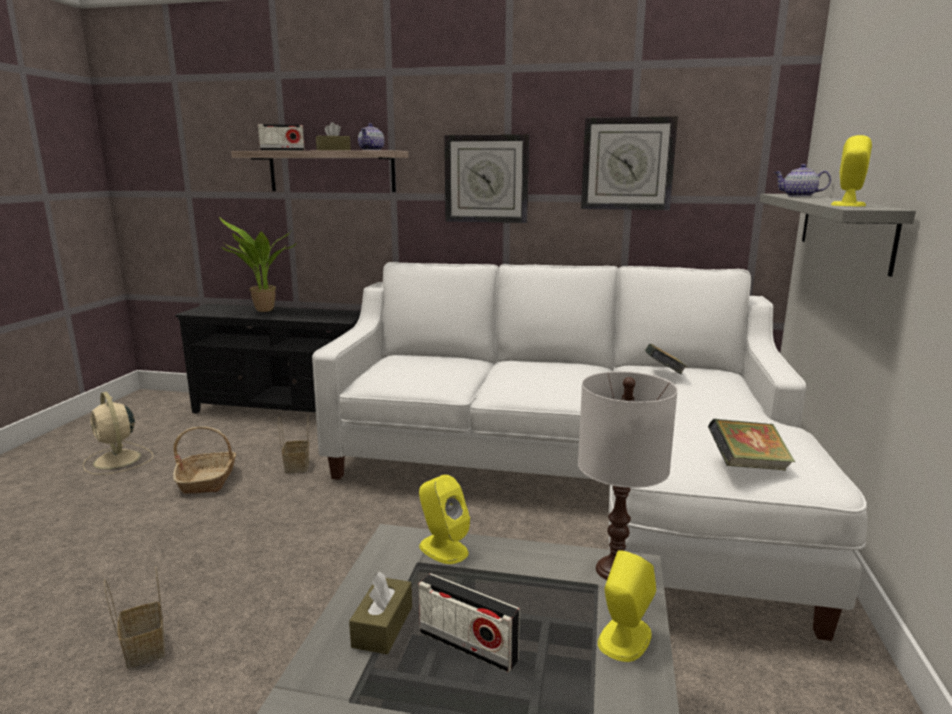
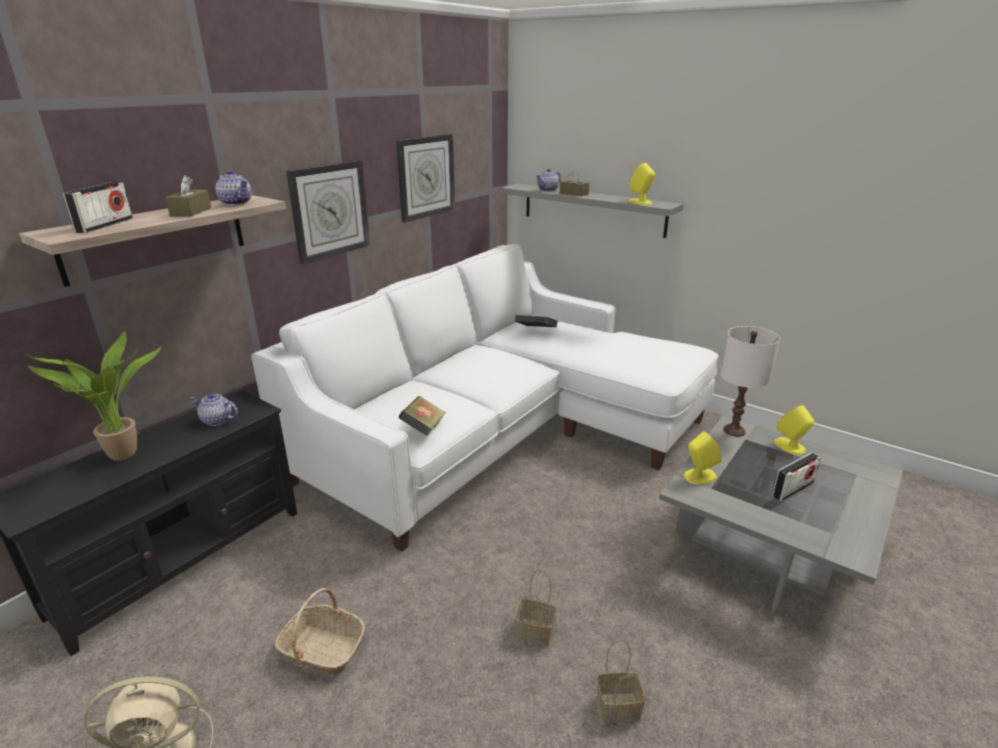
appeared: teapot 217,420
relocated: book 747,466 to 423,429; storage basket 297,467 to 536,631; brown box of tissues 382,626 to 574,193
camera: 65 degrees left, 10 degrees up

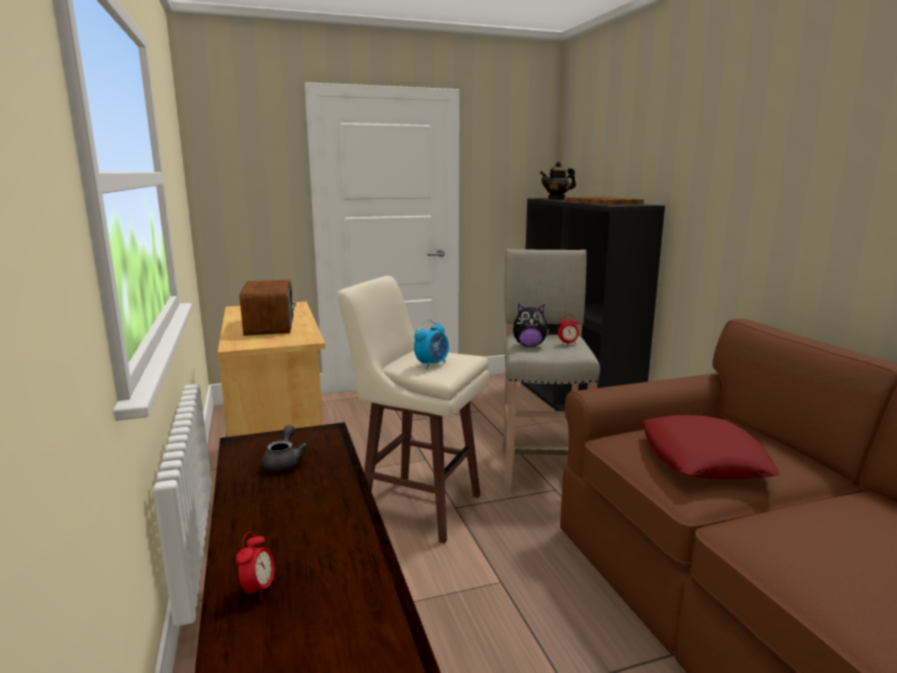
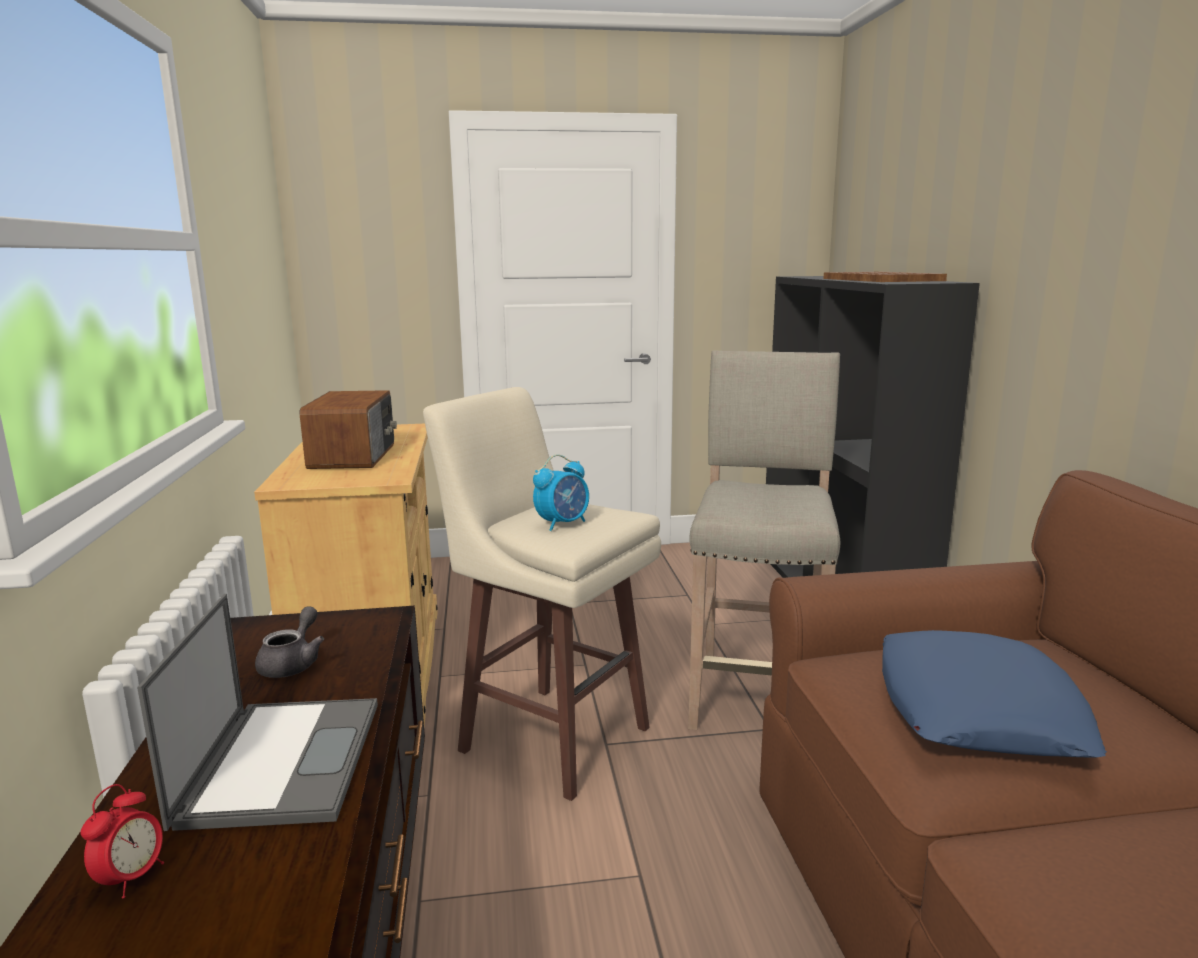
missing: soft toy 529,345; teapot 557,198; alarm clock 568,343
appeared: notebook computer 282,759
colour: red throw pillow 703,458 to blue-coloured throw pillow 977,710
camera: 10 degrees right, 0 degrees up

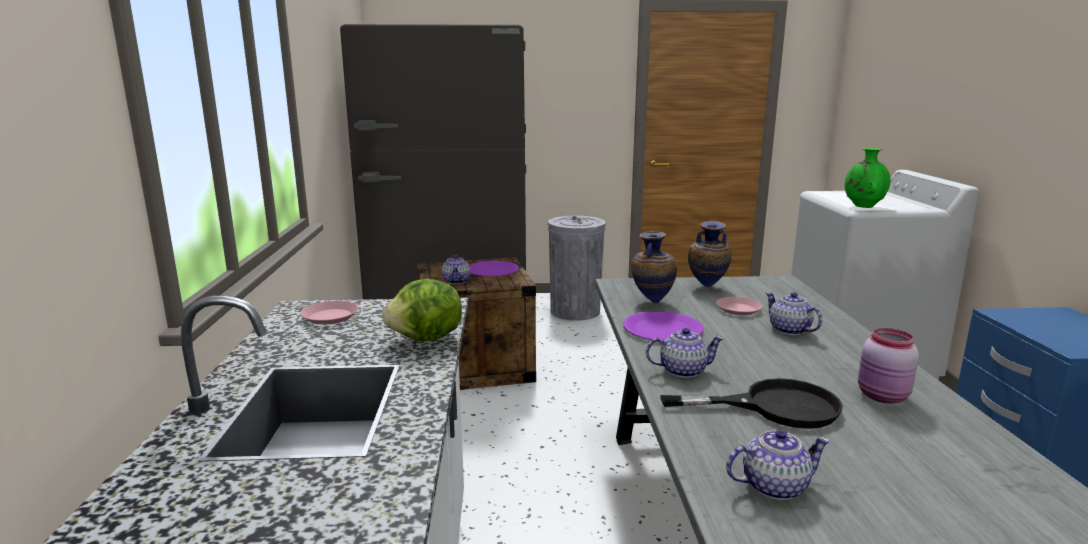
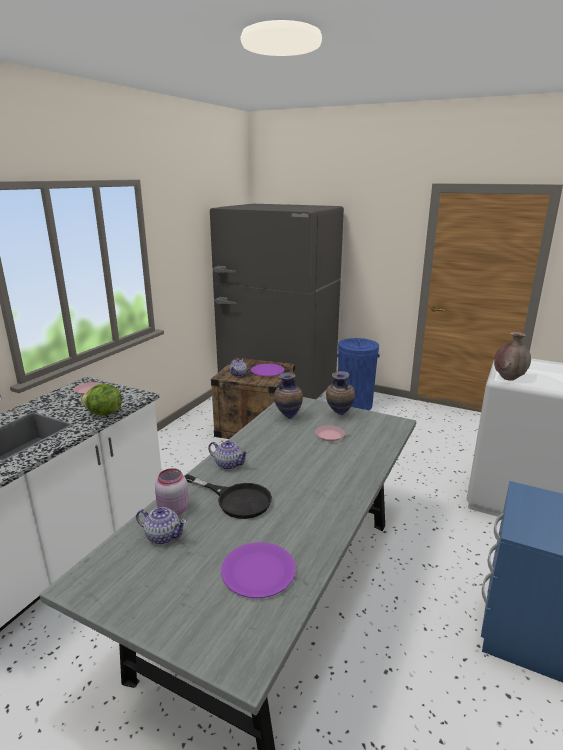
missing: teapot 789,330
relocated: pink-coloured jar 883,396 to 172,510; purple flat dish 662,329 to 258,571
colour: greyish waste bin 575,311 to blue-coloured waste bin 354,405; green-coloured vase 863,206 to brown vase 508,378
camera: 30 degrees right, 5 degrees up

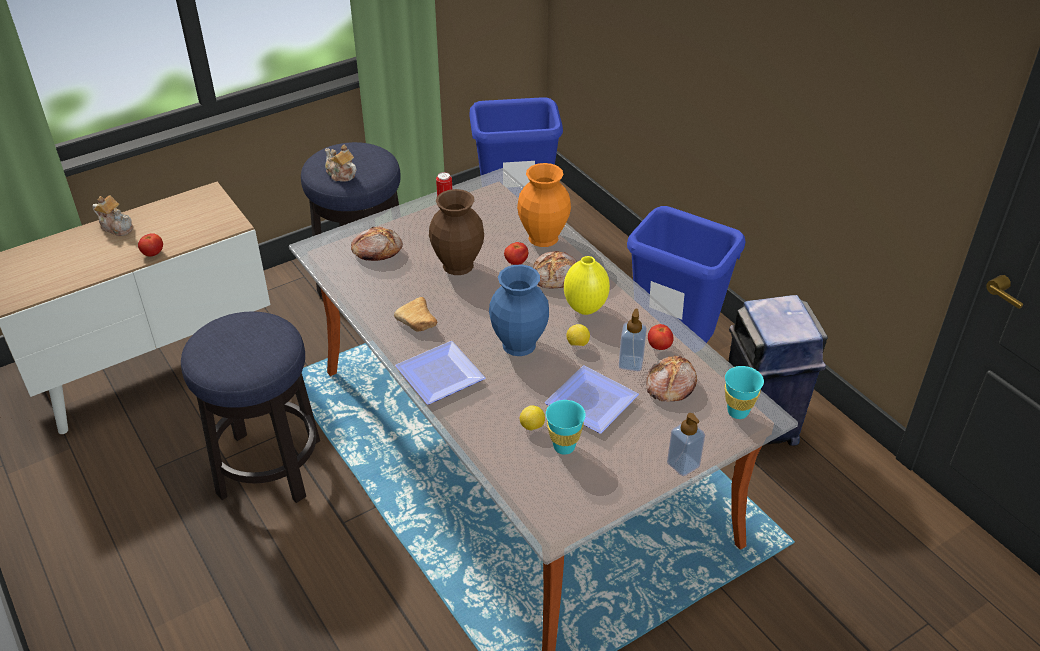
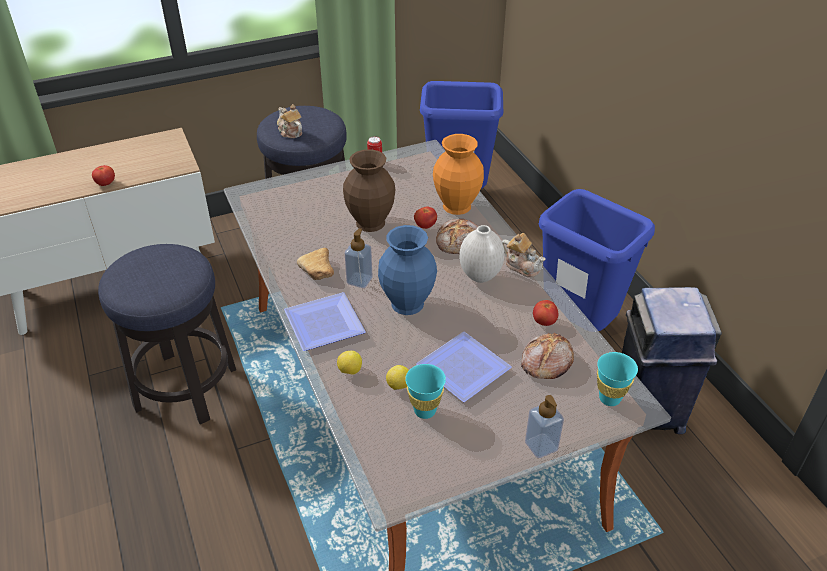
missing: bakery bread 376,250
relocated: lemon 577,344 to 350,371; soap bottle 630,363 to 359,280; teapot 116,227 to 522,266
colour: yellowish vase 586,308 to white vase 481,276
camera: 10 degrees right, 0 degrees up

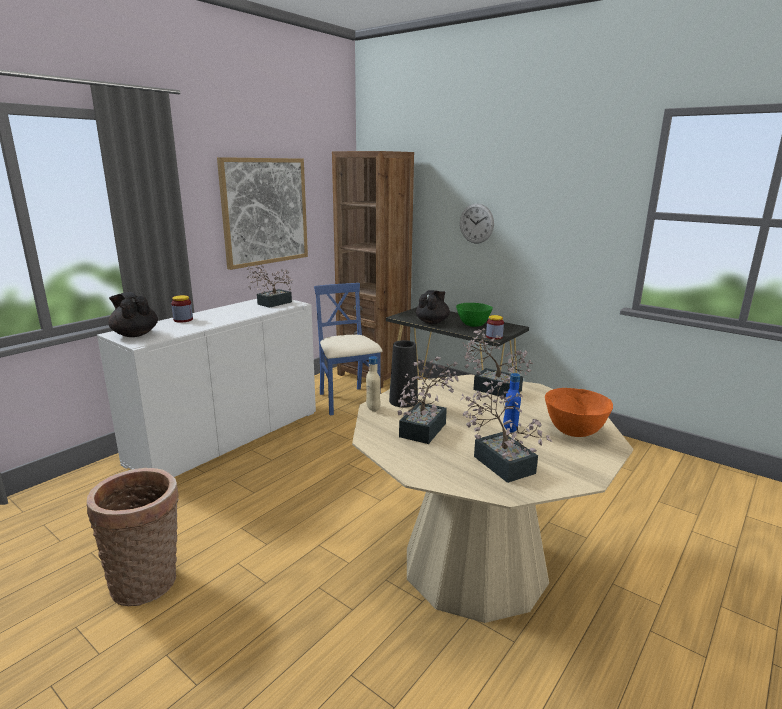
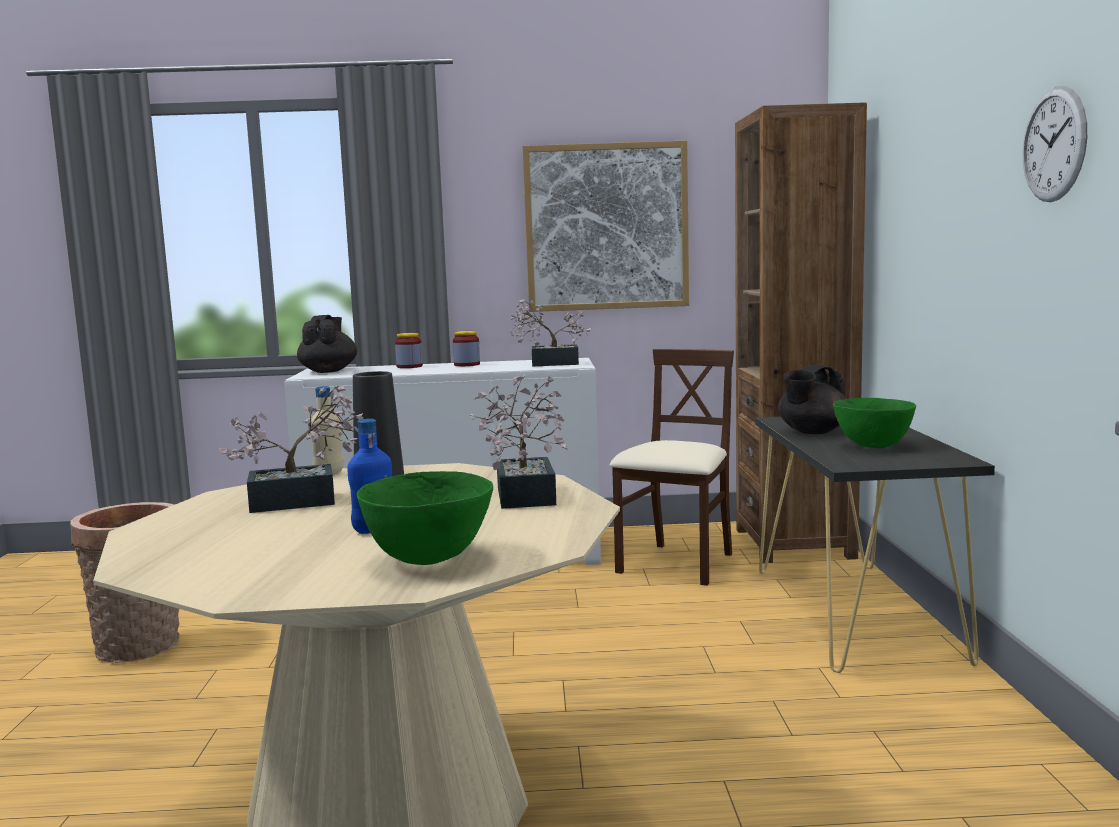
missing: plant in a pot 499,461
relocated: jar 494,337 to 467,364; clock on the wall 476,223 to 1054,144
colour: orangey deep dish 574,432 to green-coloured deep dish 428,559; blue-coloured plain chair 348,401 to beige-coloured plain chair 677,564
spun: black teapot 432,322 = 812,432 150 degrees clockwise
camera: 50 degrees right, 10 degrees down

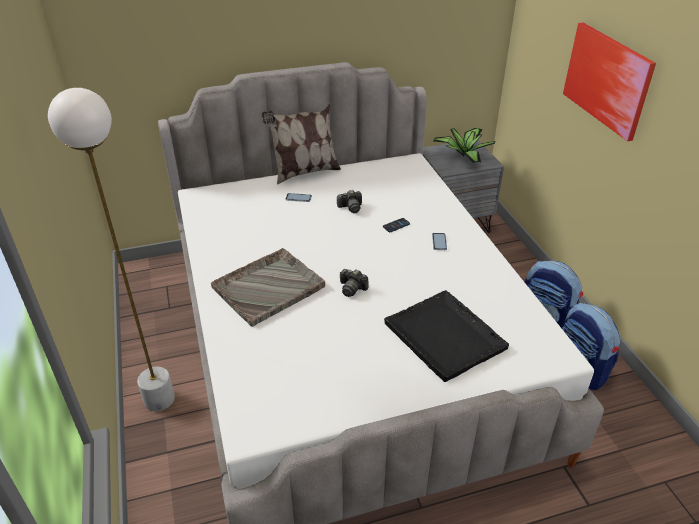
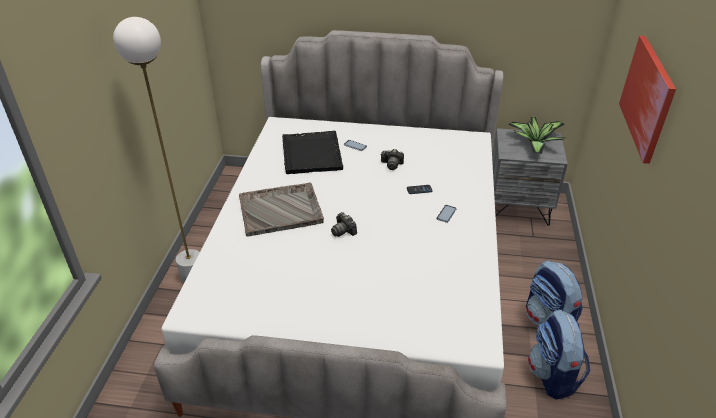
missing: throw pillow 304,172
relocated: black tray 445,336 to 311,154
camera: 25 degrees right, 0 degrees up

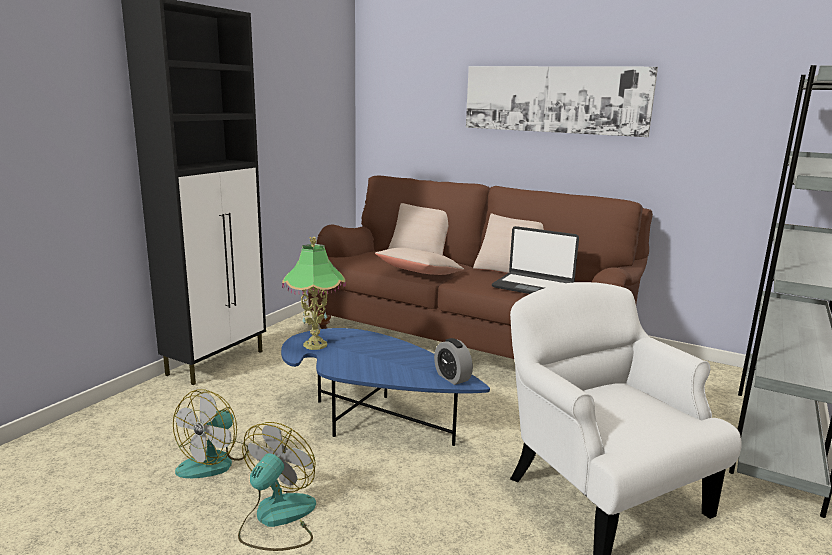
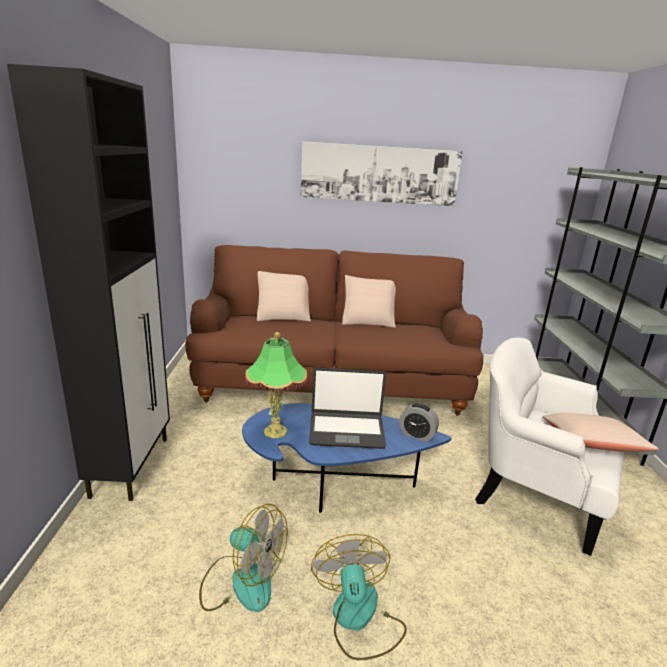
relocated: notebook computer 533,286 to 346,431; beige-coloured throw pillow 419,274 to 591,445
spun: electric fan 214,460 = 242,581 60 degrees counterclockwise
camera: 30 degrees left, 5 degrees up

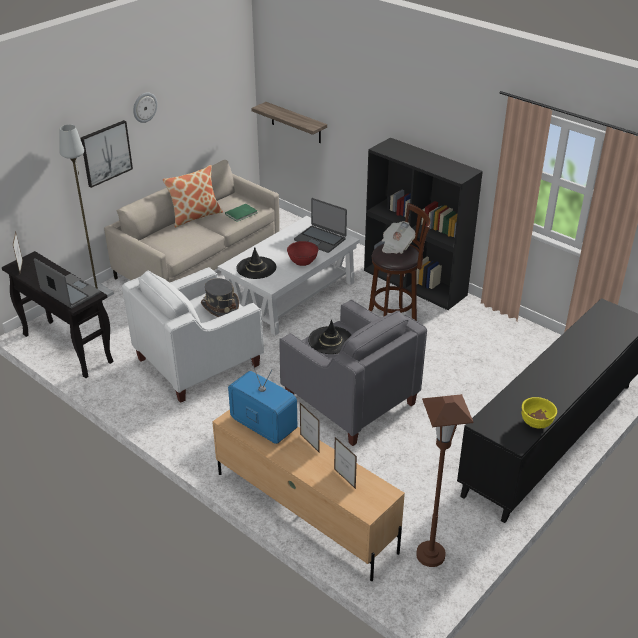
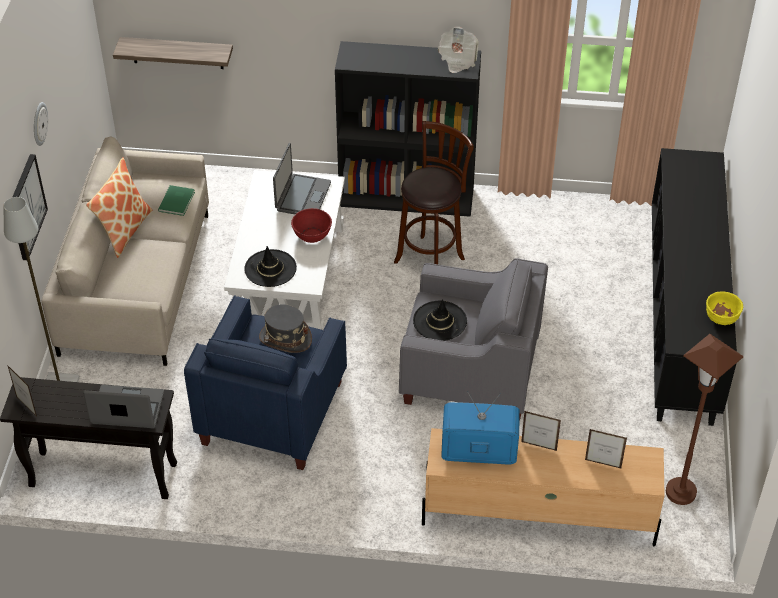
relocated: printed paper 396,246 to 457,60
colour: white lounge chair 198,362 to blue-coloured lounge chair 272,412
spun: notebook computer 320,239 = 302,196 75 degrees counterclockwise
camera: 35 degrees left, 10 degrees up

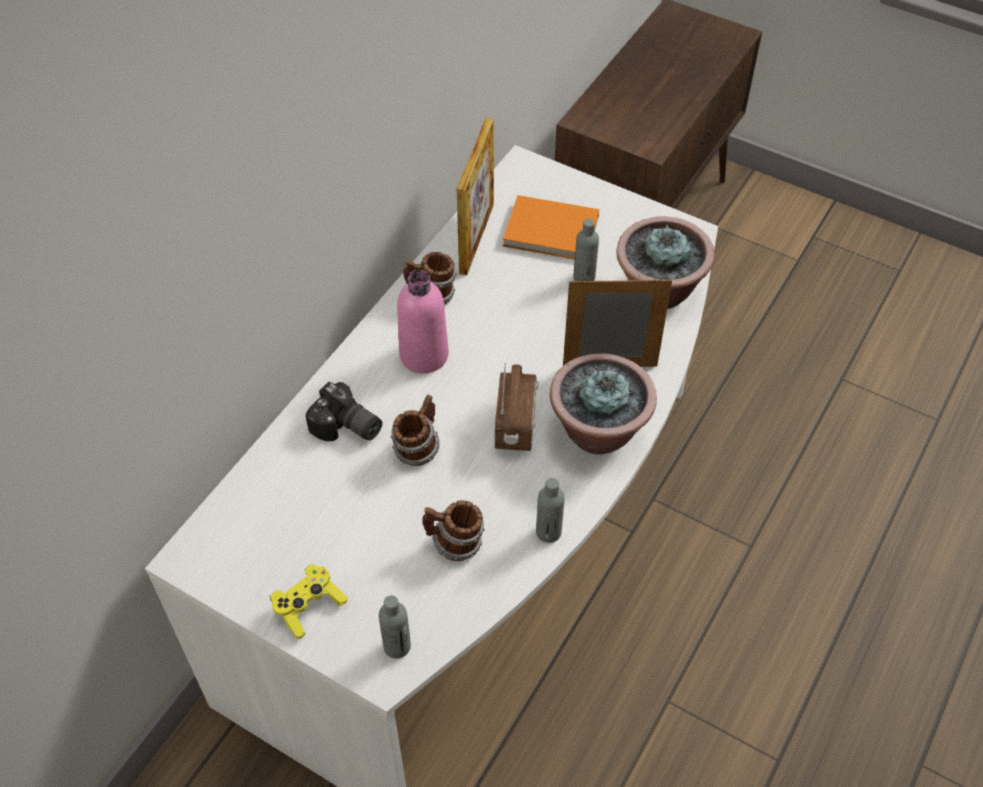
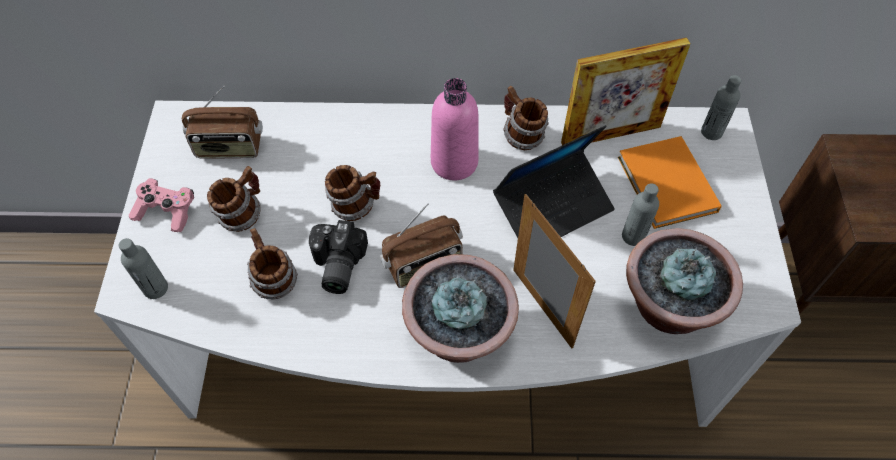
appeared: radio receiver 229,148; mug 242,214; notebook computer 553,207
relocated: still camera 346,428 to 335,266; greyish bottle 548,532 to 711,132
colour: yellowish game controller 308,606 to pink-coloured game controller 166,211
camera: 60 degrees right, 5 degrees up

